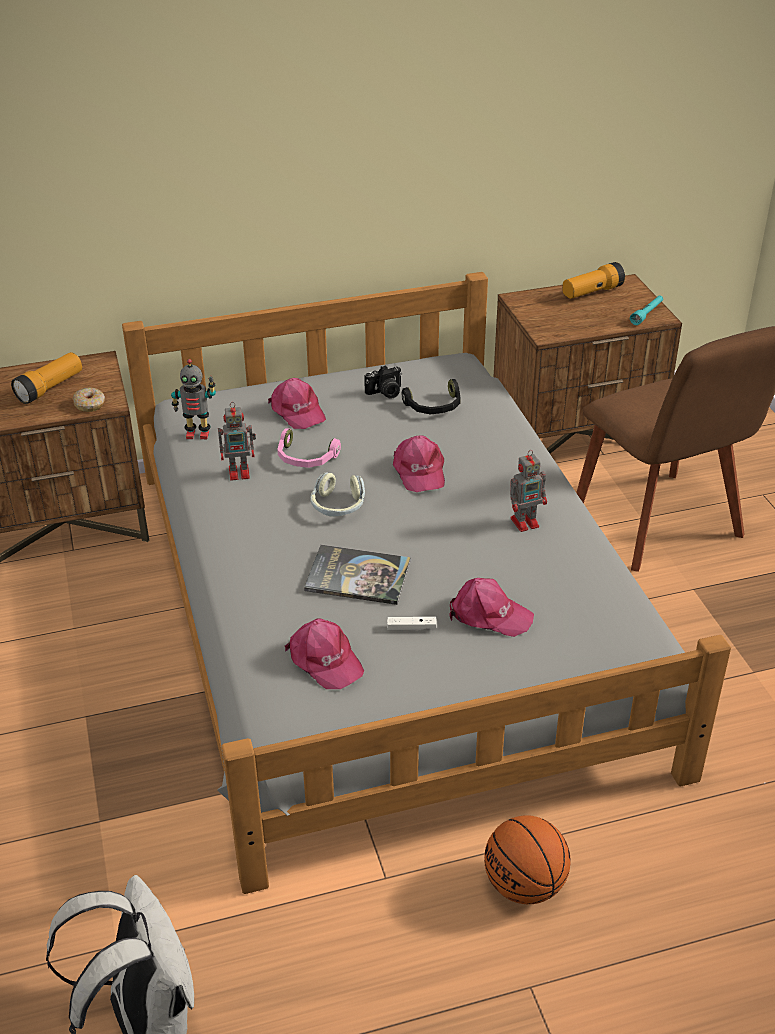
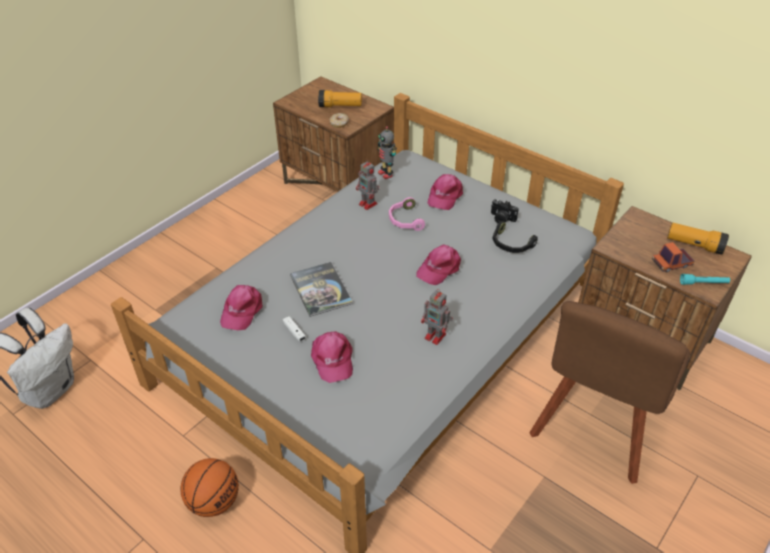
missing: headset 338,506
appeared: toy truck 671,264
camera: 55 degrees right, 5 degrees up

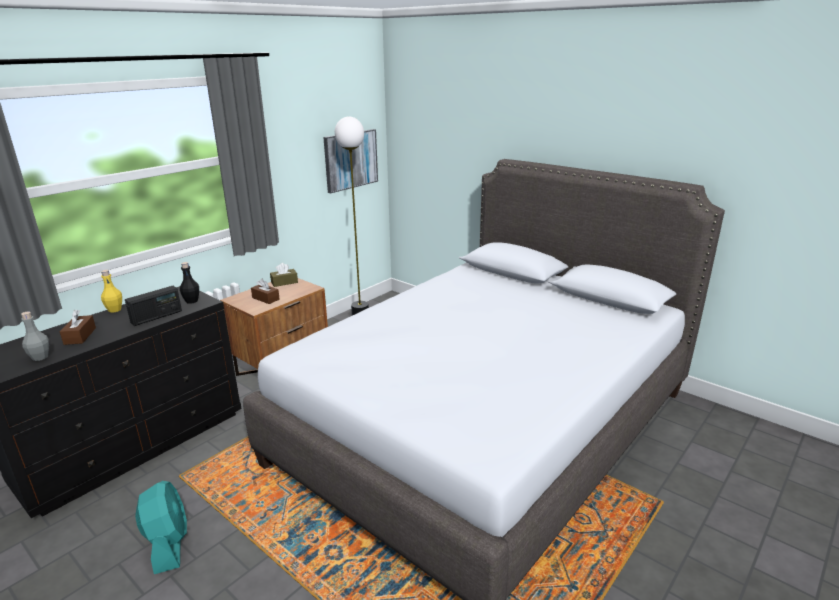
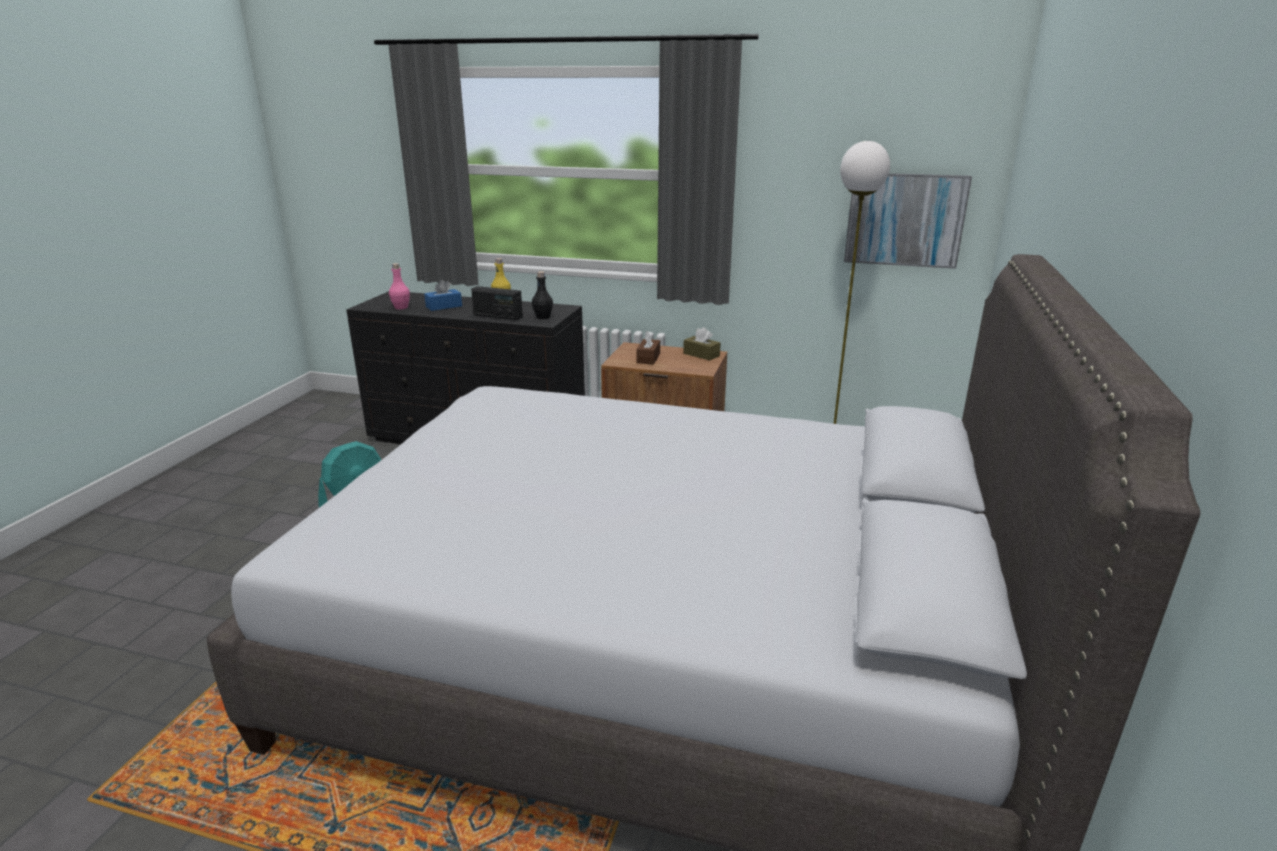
colour: greyish bottle 40,357 to pink-coloured bottle 401,307; brown box of tissues 80,336 to blue-coloured box of tissues 444,306
camera: 65 degrees right, 0 degrees up

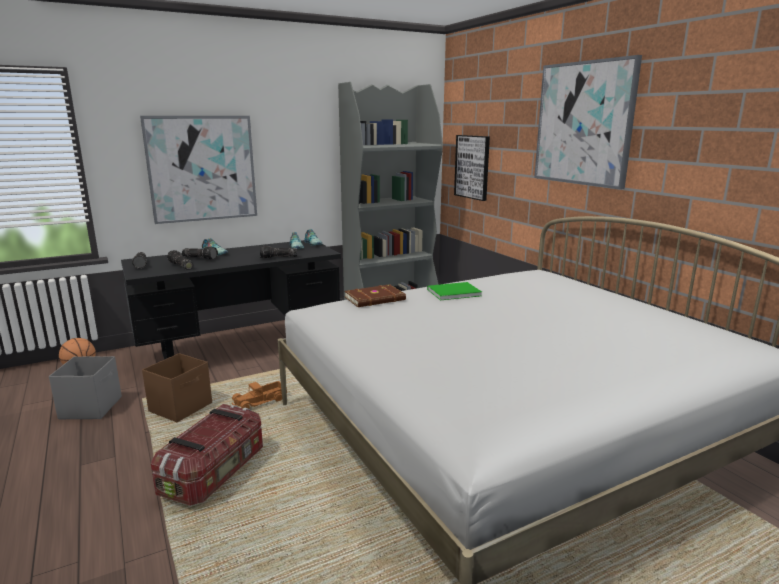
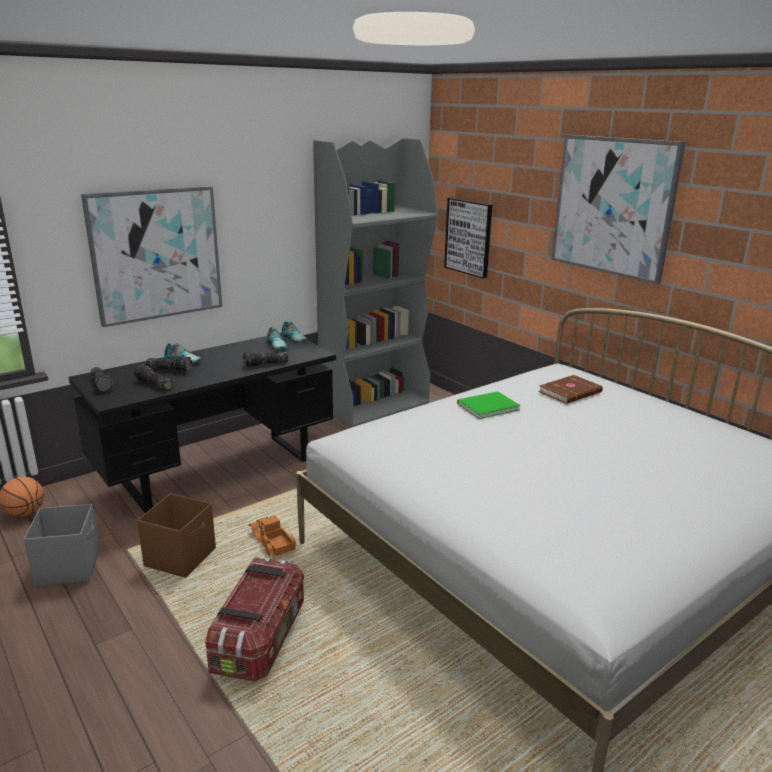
relocated: brown book 375,299 to 571,392
spun: toy truck 260,402 = 272,542 105 degrees clockwise
camera: 10 degrees left, 5 degrees up

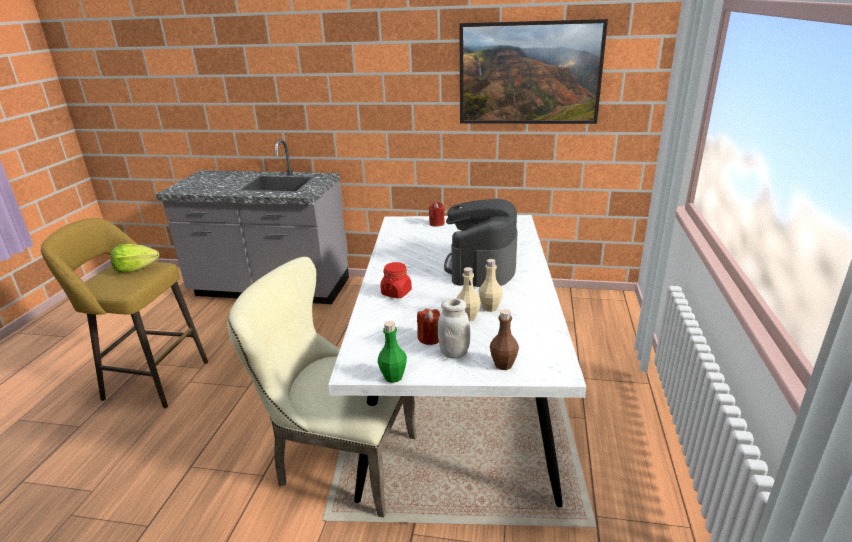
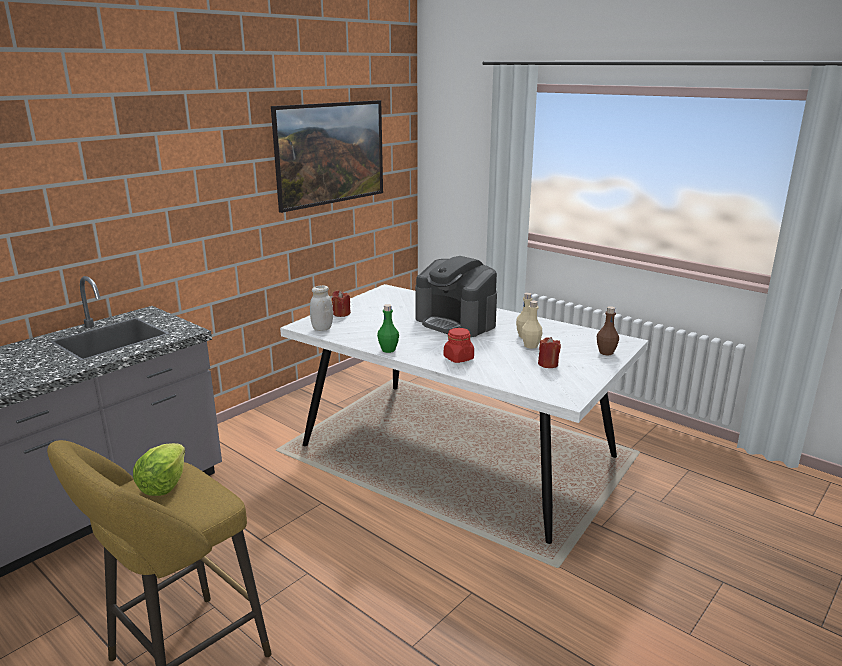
missing: beige-coloured plain chair 339,462
relocated: white jar 454,353 to 322,328; green-coloured bottle 393,377 to 388,350
camera: 60 degrees left, 5 degrees down

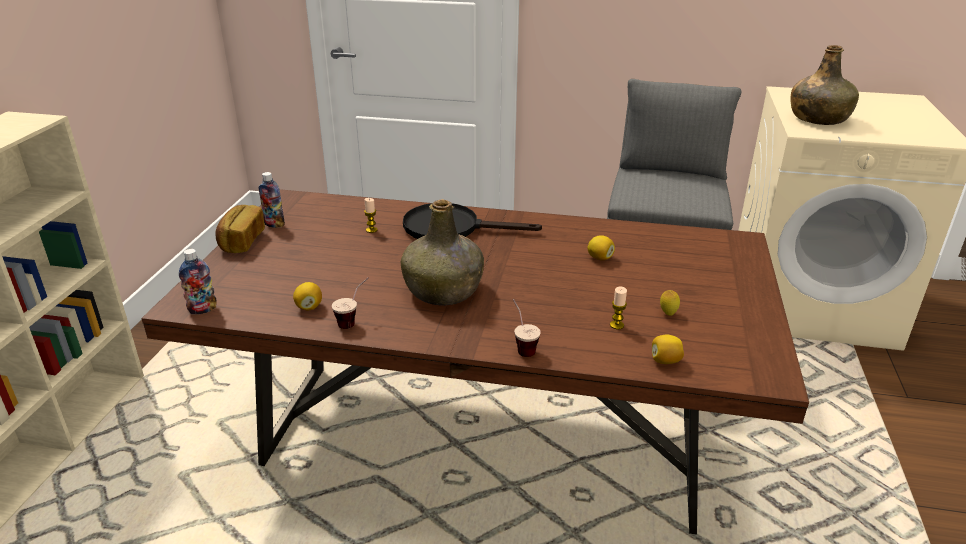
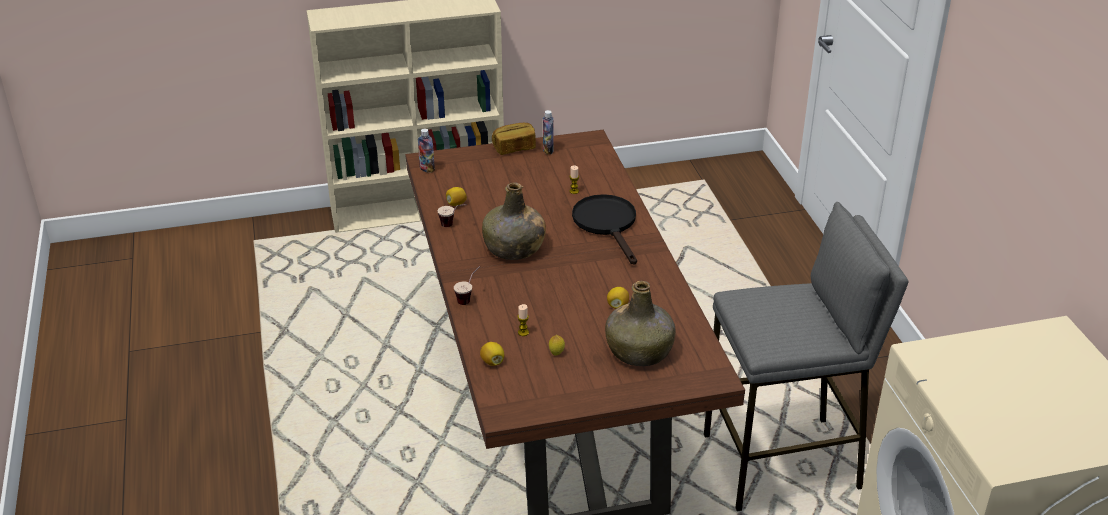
relocated: green-coloured bottle 818,119 to 639,351
camera: 65 degrees right, 5 degrees up

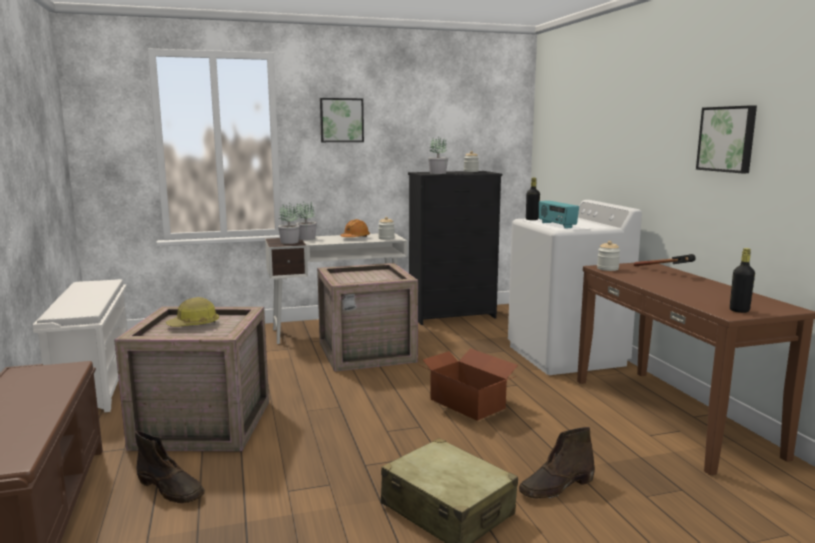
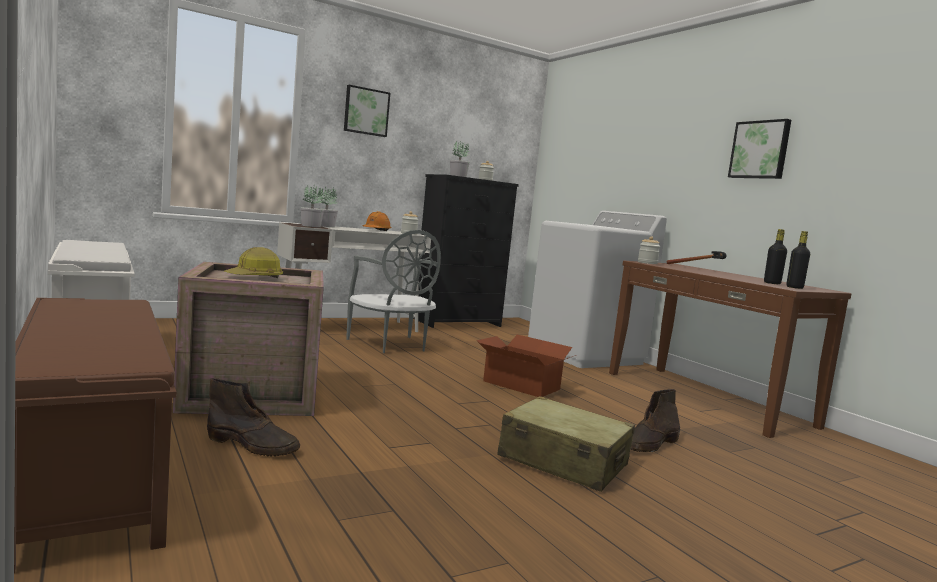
missing: radio receiver 556,225
relocated: black bottle 532,219 to 772,283
exchanged: shipping crate 365,353 to greyish plain chair 391,345
camera: 15 degrees left, 5 degrees down

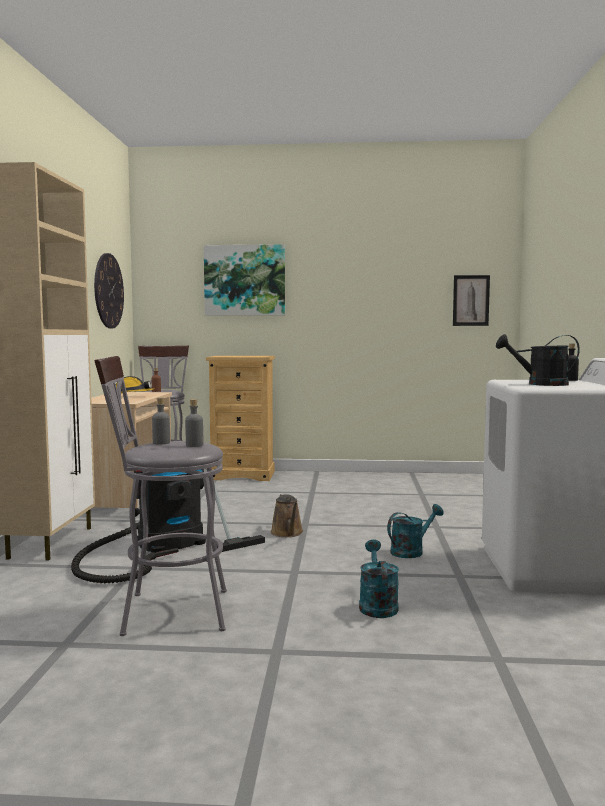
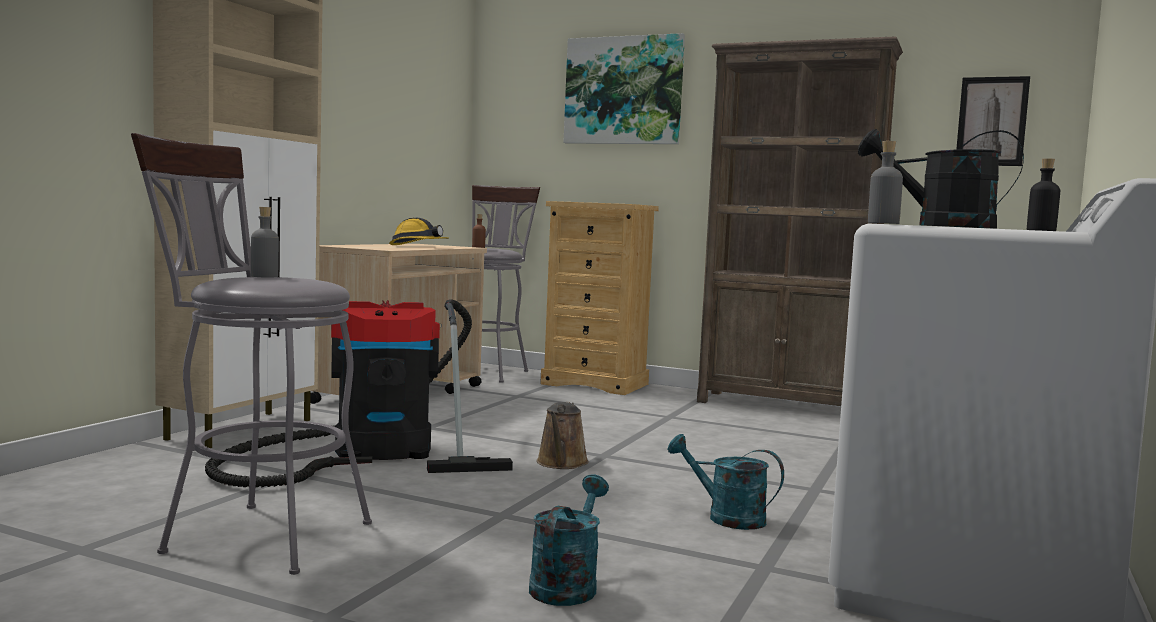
missing: clock on the wall 108,291
appeared: brown bookshelf 783,406
relocated: greyish bottle 194,445 to 883,223
spun: blue-green sprinkling can 411,551 = 726,517 135 degrees counterclockwise
camera: 20 degrees right, 0 degrees up

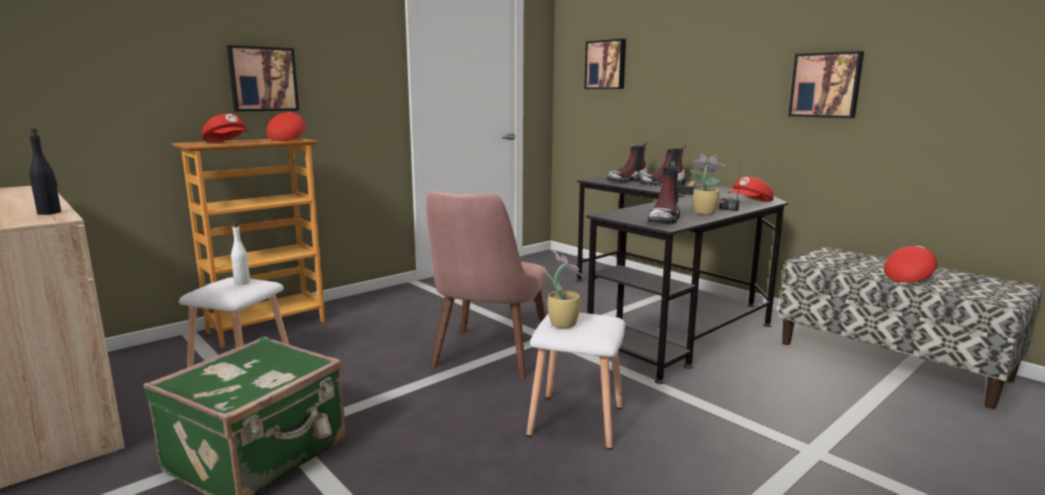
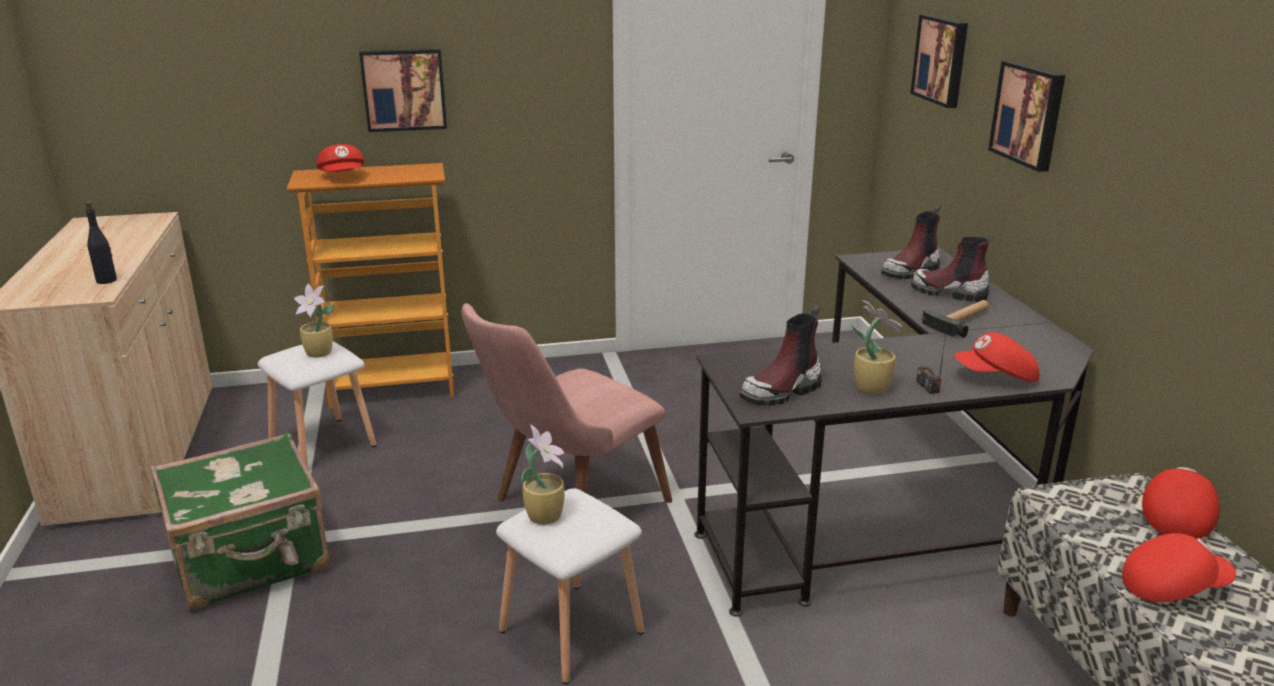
relocated: picture 826,85 to 1029,114; red peaked cap 288,139 to 1175,517
exchanged: white bottle 242,283 to plant in a pot 319,353
spun: boot 628,181 = 911,271 45 degrees counterclockwise
camera: 30 degrees right, 10 degrees up

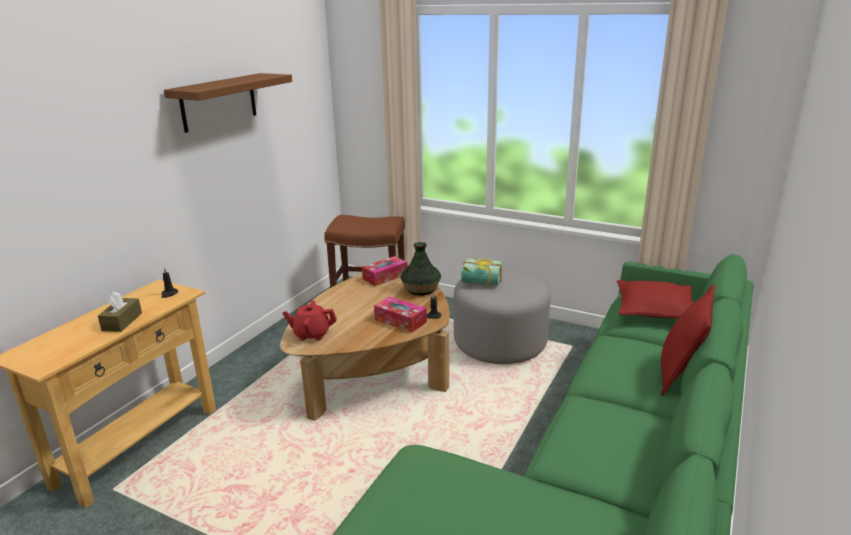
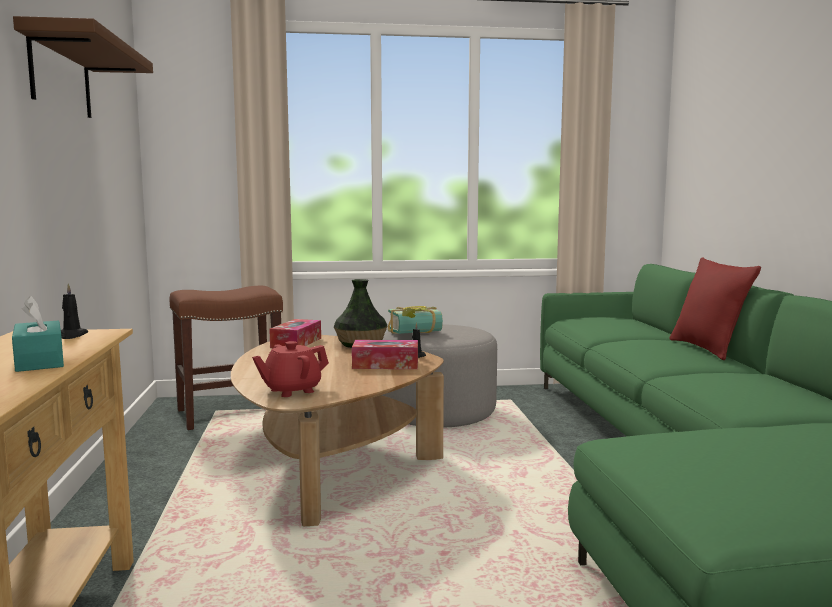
missing: red throw pillow 654,310
colour: brown box of tissues 122,322 to blue-green box of tissues 39,361
camera: 35 degrees left, 15 degrees down

